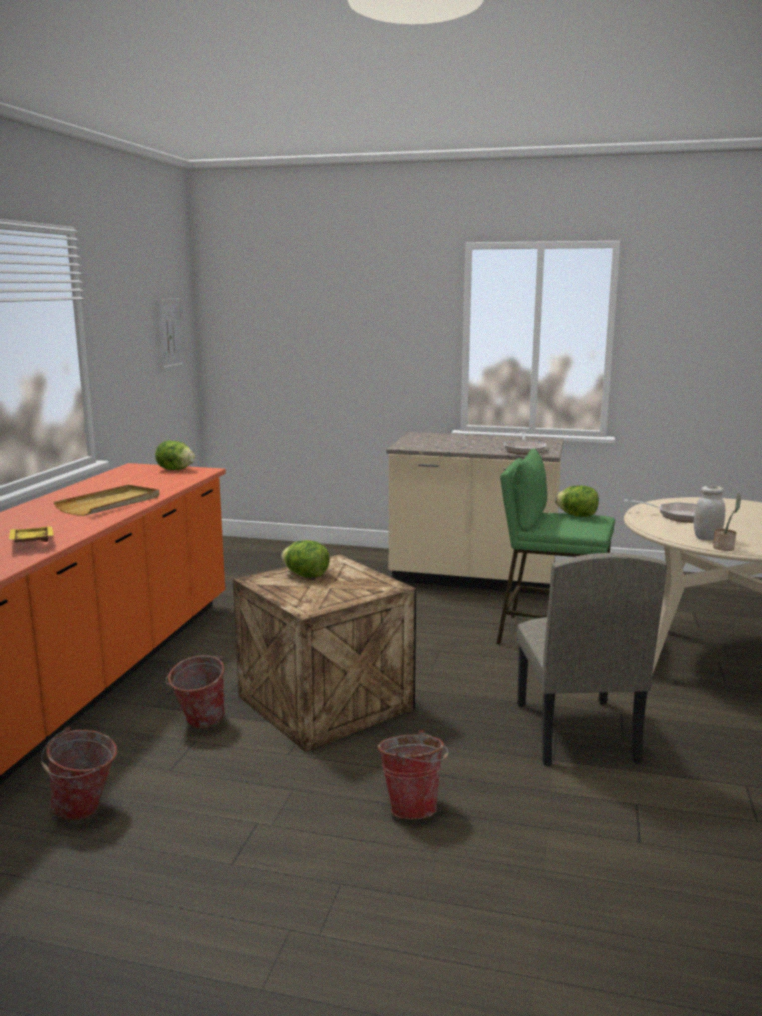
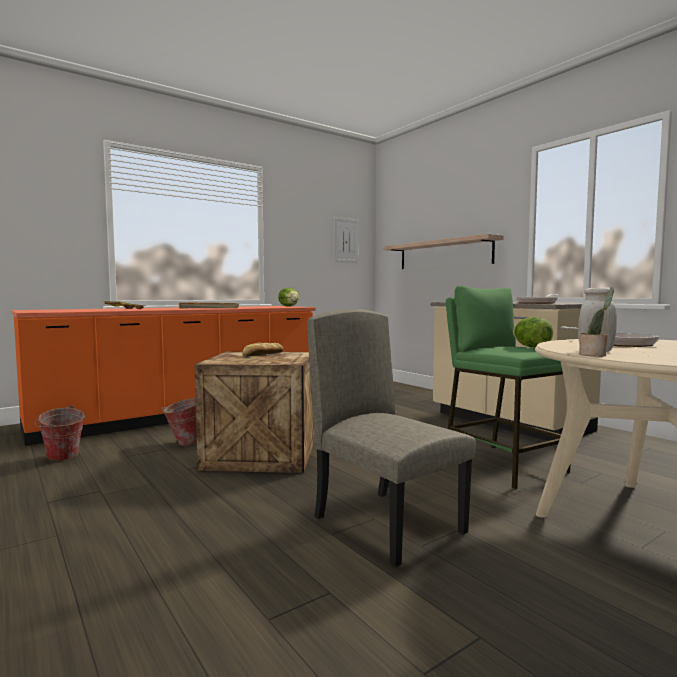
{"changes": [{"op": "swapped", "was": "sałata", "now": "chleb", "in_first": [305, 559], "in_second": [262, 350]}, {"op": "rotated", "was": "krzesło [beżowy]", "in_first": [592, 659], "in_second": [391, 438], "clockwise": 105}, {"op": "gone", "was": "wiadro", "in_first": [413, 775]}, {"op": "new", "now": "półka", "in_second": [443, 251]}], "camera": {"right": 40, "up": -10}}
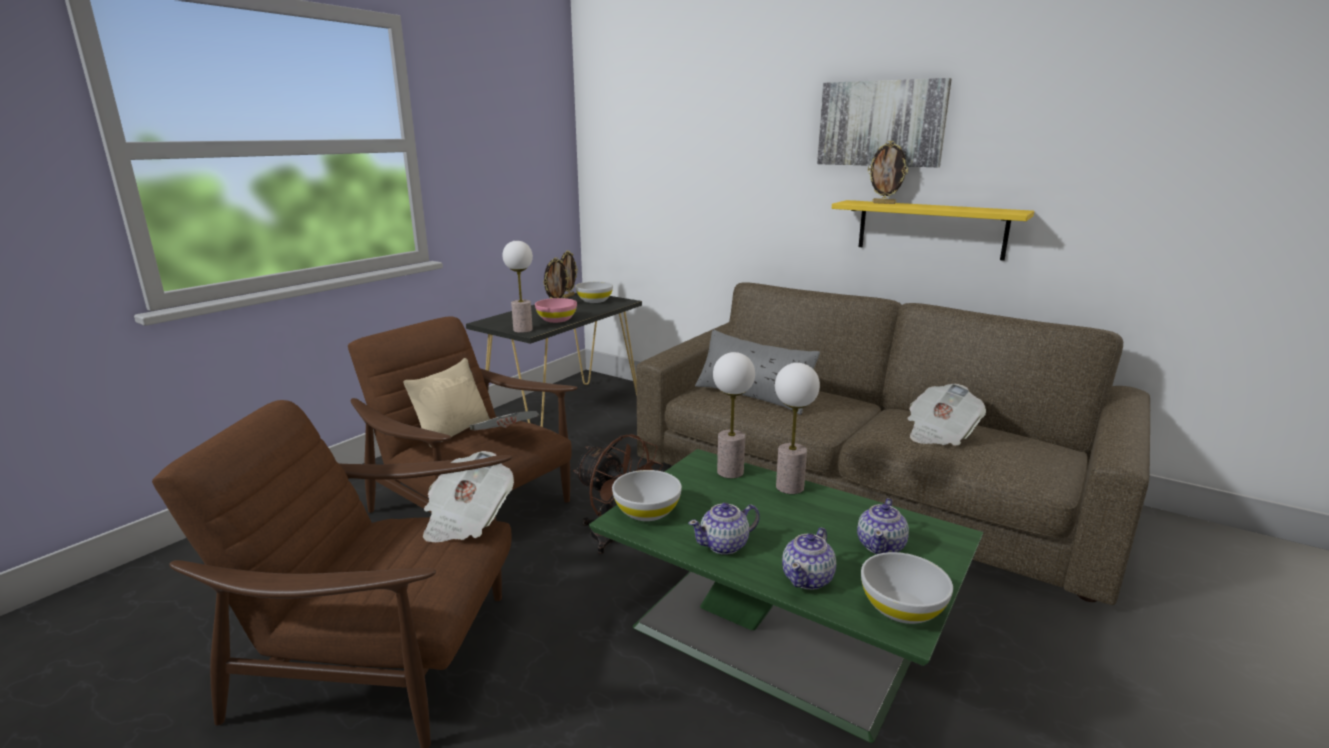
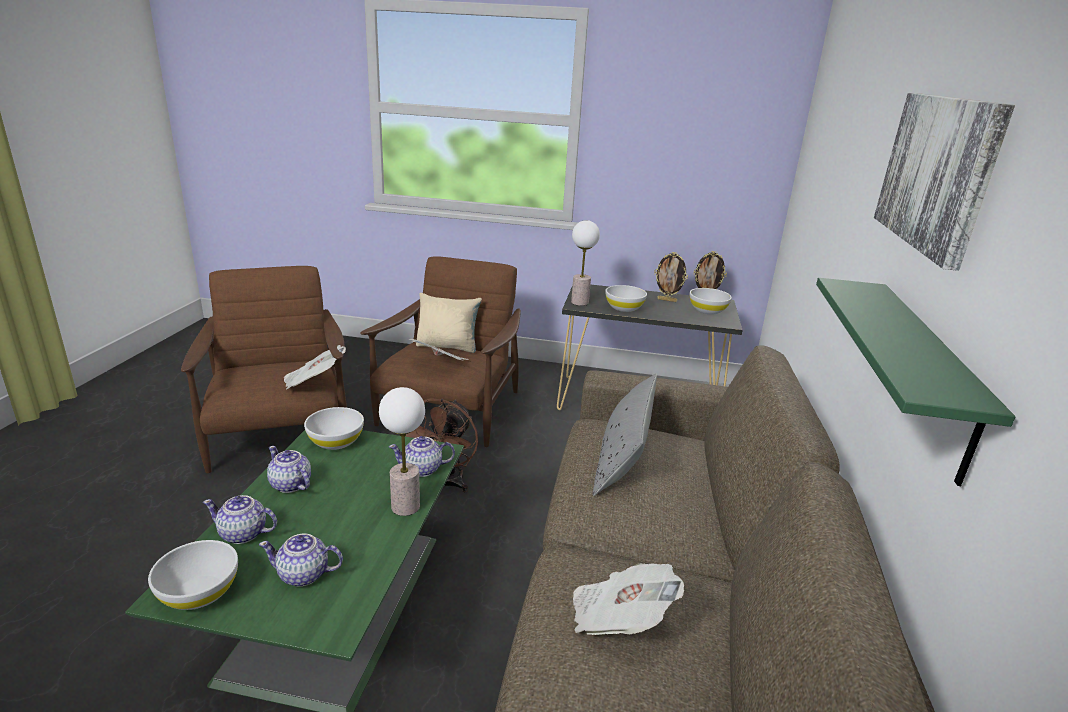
{"changes": [{"op": "gone", "was": "ramka na zdjęcie", "in_first": [888, 172]}, {"op": "repainted", "was": "półka [żółty]", "now": "półka [zielony]", "in_first": [933, 230], "in_second": [915, 382]}, {"op": "repainted", "was": "miska [różowy]", "now": "miska [biały]", "in_first": [556, 310], "in_second": [626, 298]}, {"op": "swapped", "was": "lampa stołowa", "now": "imbryk", "in_first": [734, 415], "in_second": [422, 456]}], "camera": {"right": 65, "up": 5}}
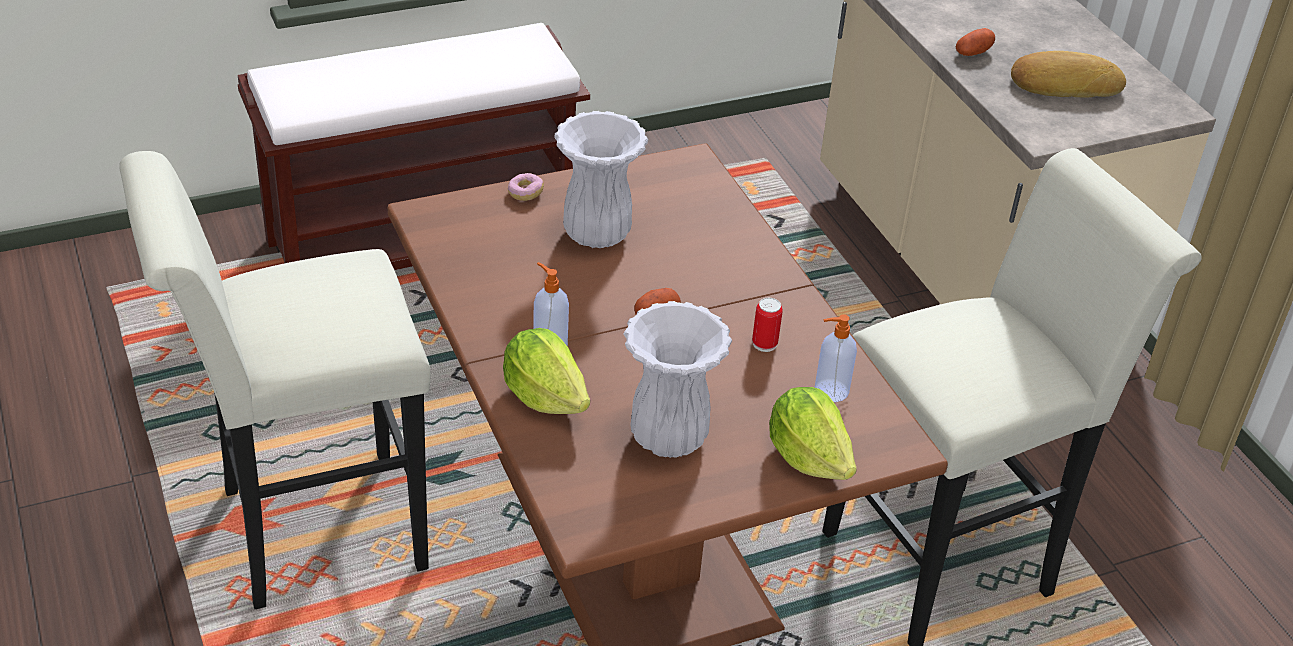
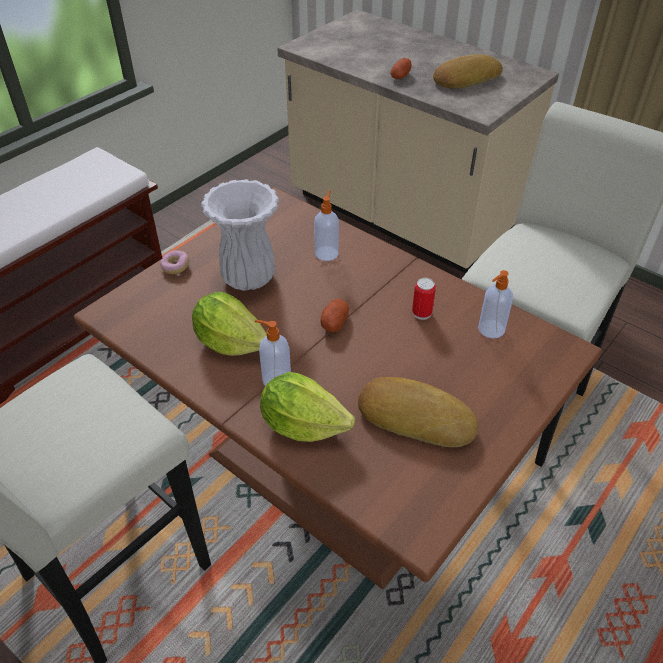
{"changes": [{"op": "swapped", "was": "wazon [biały]", "now": "chleb", "in_first": [677, 379], "in_second": [418, 412]}, {"op": "shifted", "was": "sałata", "in_first": [813, 433], "in_second": [229, 324]}, {"op": "new", "now": "dozownik mydła", "in_second": [326, 225]}], "camera": {"right": -25, "up": 5}}
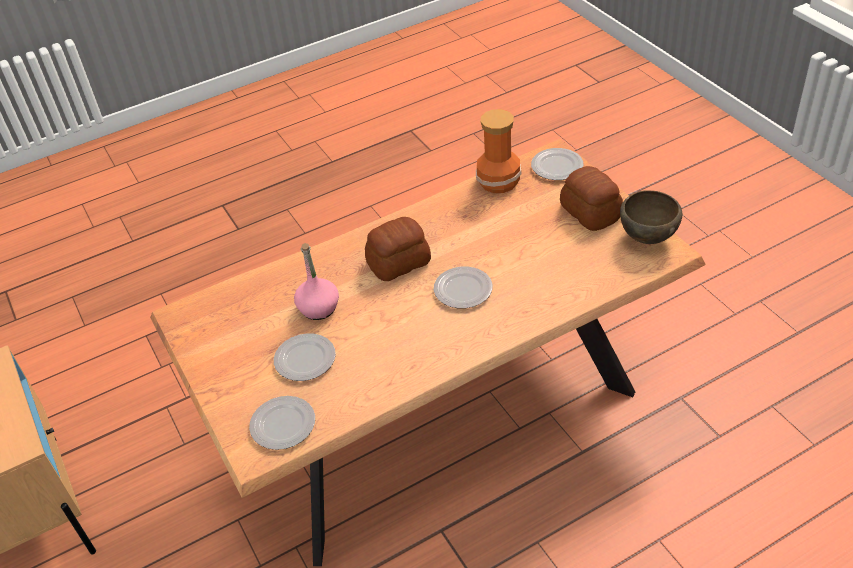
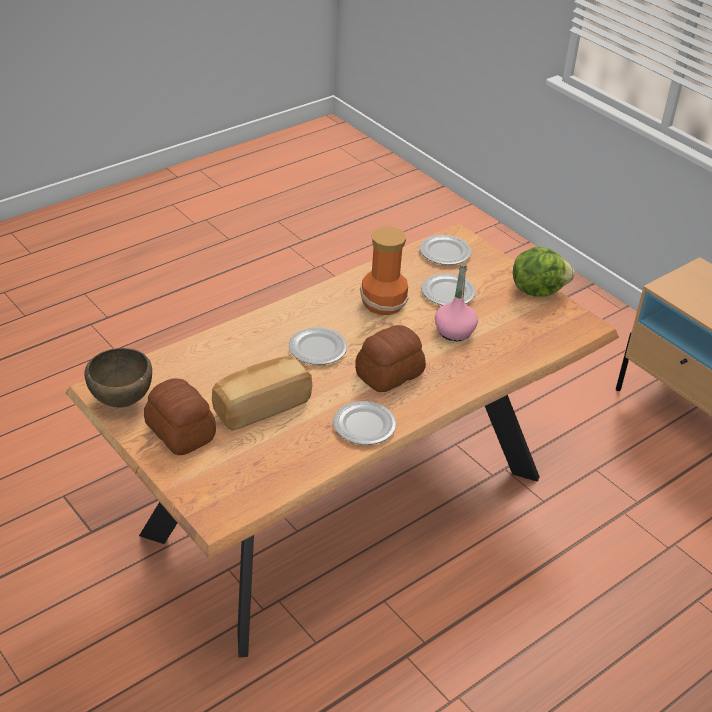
{"changes": [{"op": "shifted", "was": "wazon", "in_first": [499, 151], "in_second": [384, 271]}, {"op": "shifted", "was": "talerz", "in_first": [557, 164], "in_second": [364, 423]}, {"op": "new", "now": "sałata", "in_second": [543, 271]}, {"op": "new", "now": "chleb", "in_second": [262, 393]}], "camera": {"right": 165, "up": -5}}
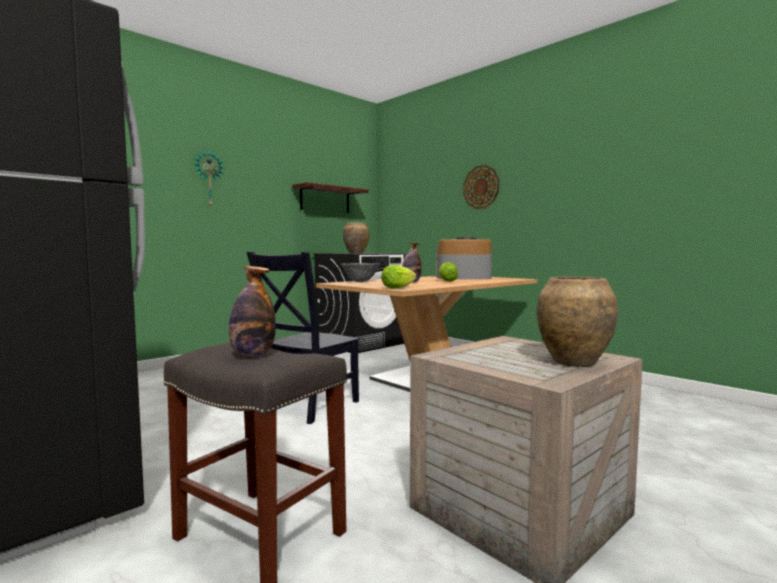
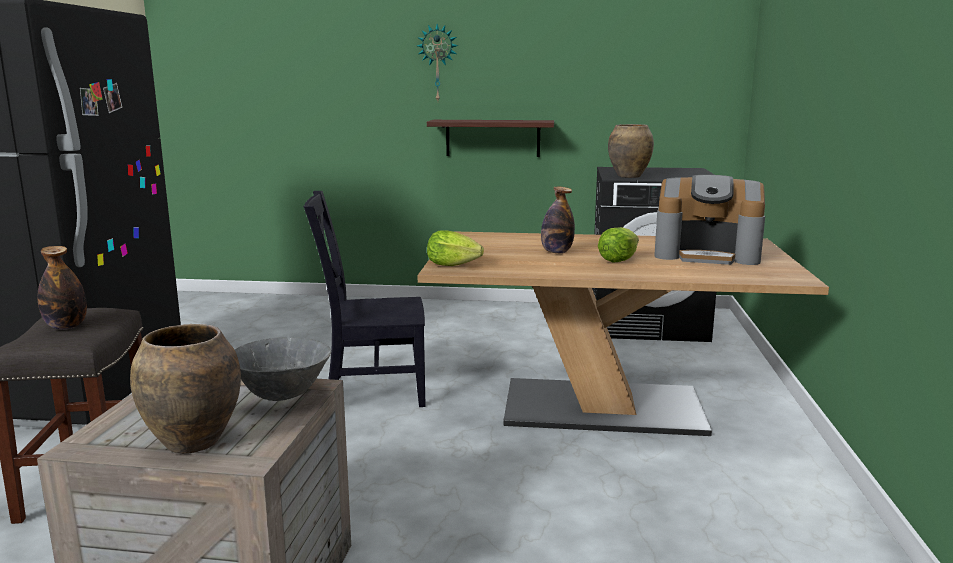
{"changes": [{"op": "gone", "was": "zegar ścienny", "in_first": [481, 187]}, {"op": "shifted", "was": "półka", "in_first": [330, 197], "in_second": [490, 138]}, {"op": "rotated", "was": "ekspres do kawy", "in_first": [464, 259], "in_second": [709, 220], "clockwise": 150}, {"op": "shifted", "was": "miska [szary]", "in_first": [360, 272], "in_second": [282, 369]}], "camera": {"right": 50, "up": 10}}
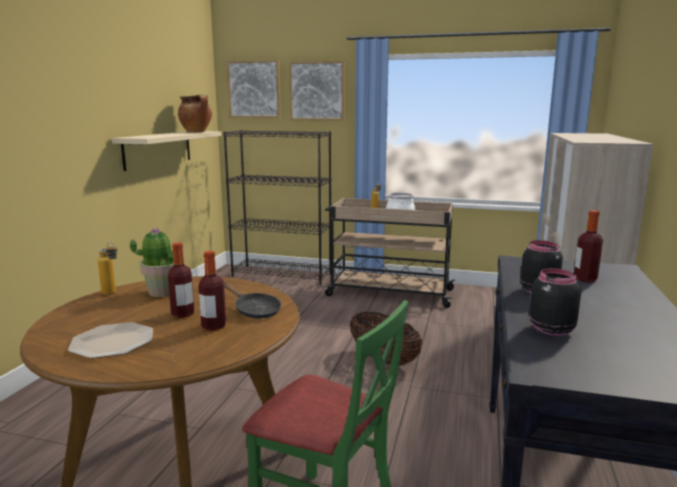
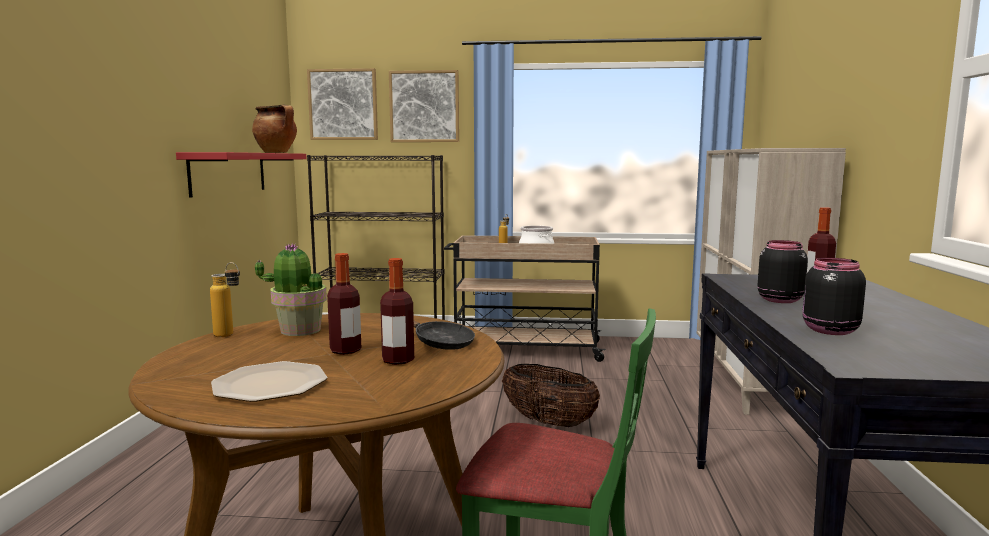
{"changes": [{"op": "repainted", "was": "półka [beżowy]", "now": "półka [czerwony]", "in_first": [167, 151], "in_second": [241, 175]}], "camera": {"right": -10, "up": -5}}
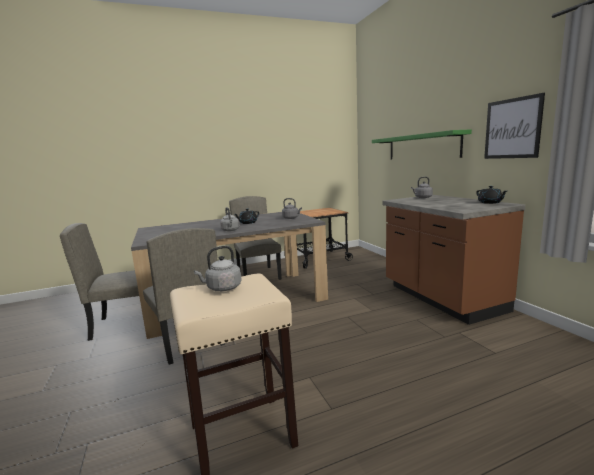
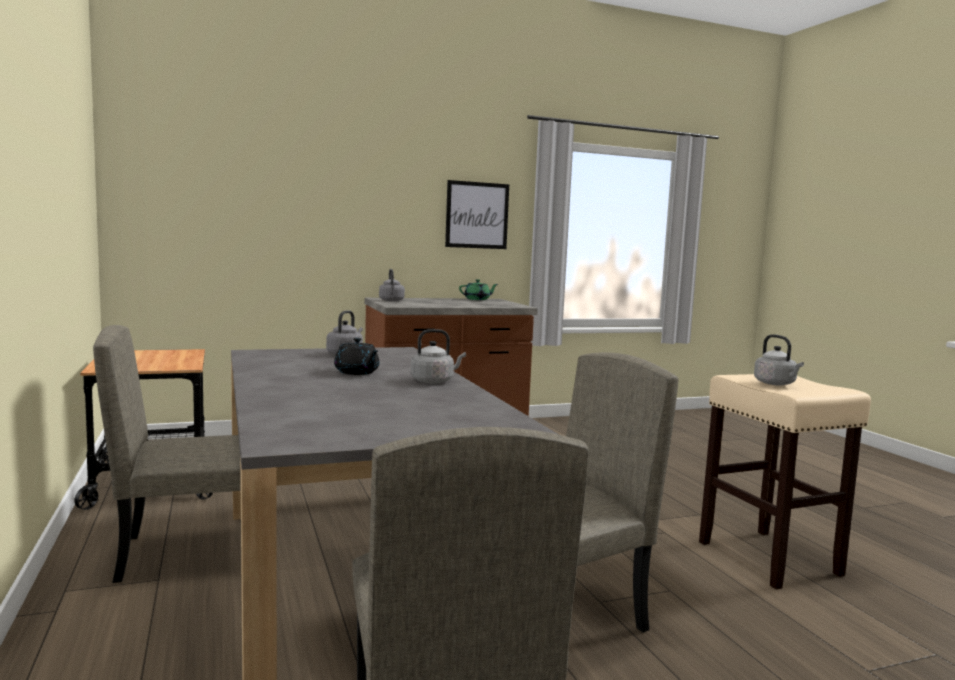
{"changes": [{"op": "gone", "was": "półka [zielony]", "in_first": [422, 144]}, {"op": "repainted", "was": "imbryk [czarny]", "now": "imbryk [zielony]", "in_first": [491, 195], "in_second": [478, 289]}], "camera": {"right": -90, "up": -5}}
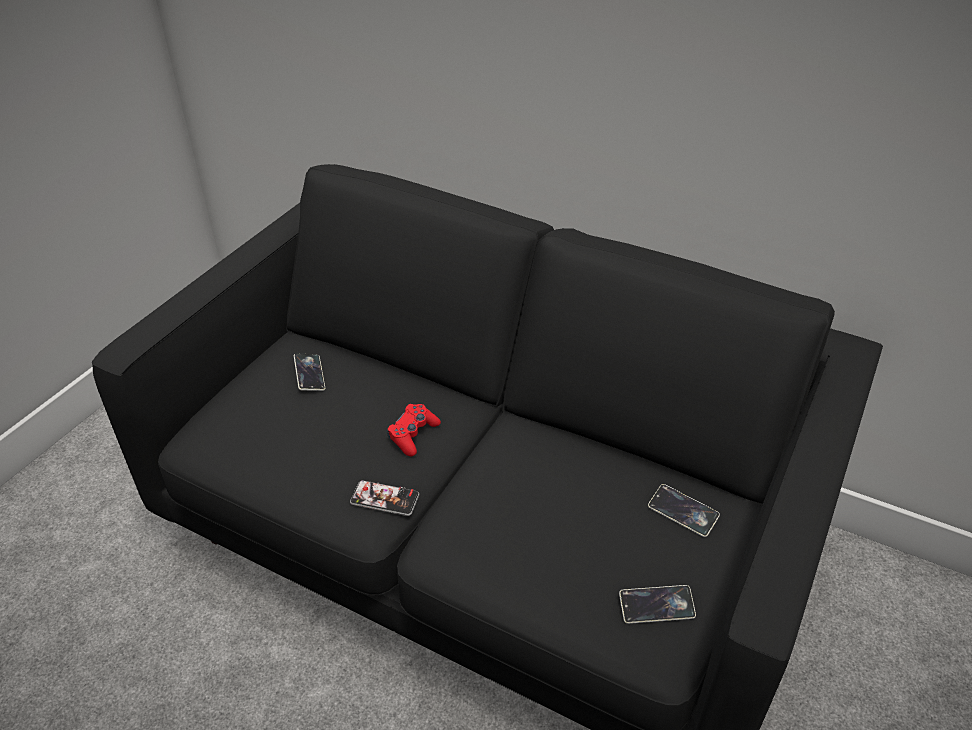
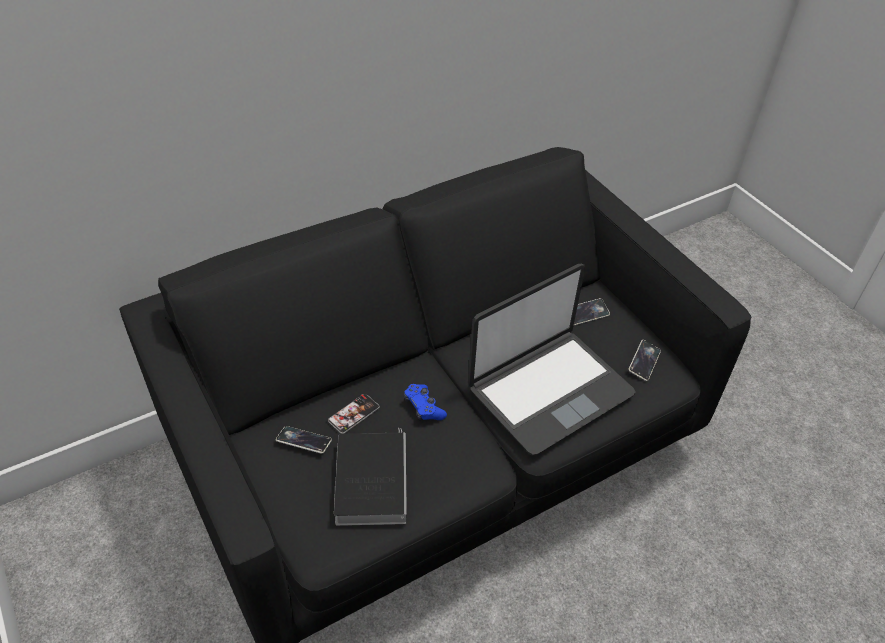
{"changes": [{"op": "repainted", "was": "pad do gier [czerwony]", "now": "pad do gier [niebieski]", "in_first": [414, 430], "in_second": [425, 402]}, {"op": "shifted", "was": "telefon", "in_first": [384, 498], "in_second": [354, 414]}, {"op": "new", "now": "laptop", "in_second": [552, 360]}, {"op": "new", "now": "książka", "in_second": [370, 477]}], "camera": {"right": -60, "up": 5}}
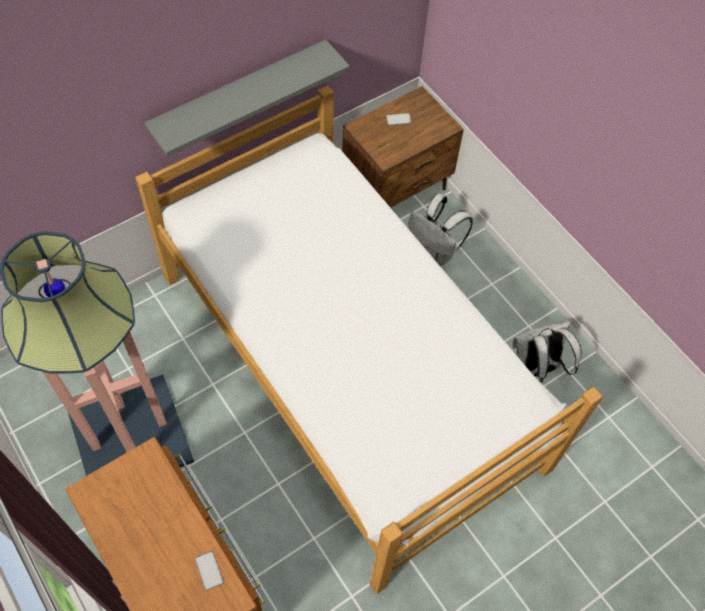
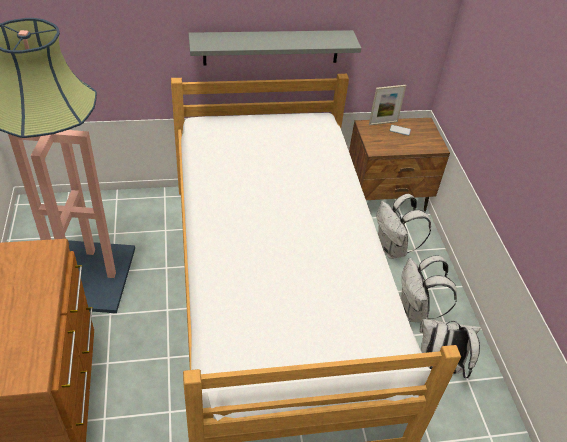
{"changes": [{"op": "gone", "was": "telefon", "in_first": [209, 570]}, {"op": "new", "now": "ramka na zdjęcie", "in_second": [387, 105]}, {"op": "new", "now": "plecak [biały]", "in_second": [429, 288]}], "camera": {"right": 25, "up": -15}}
